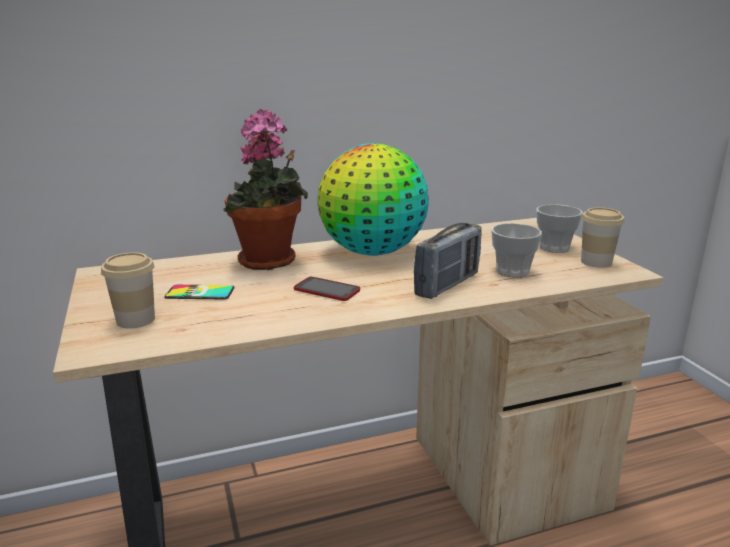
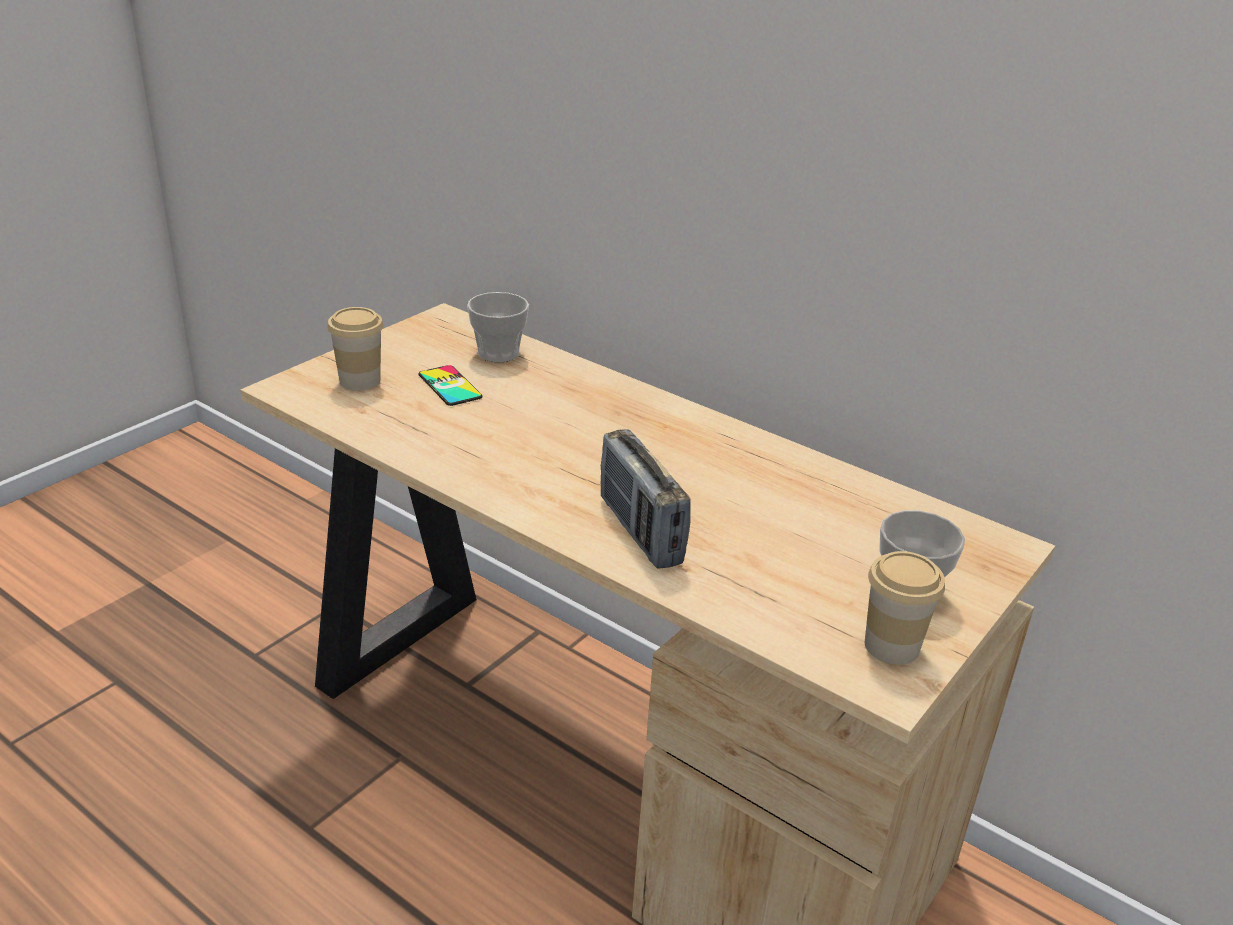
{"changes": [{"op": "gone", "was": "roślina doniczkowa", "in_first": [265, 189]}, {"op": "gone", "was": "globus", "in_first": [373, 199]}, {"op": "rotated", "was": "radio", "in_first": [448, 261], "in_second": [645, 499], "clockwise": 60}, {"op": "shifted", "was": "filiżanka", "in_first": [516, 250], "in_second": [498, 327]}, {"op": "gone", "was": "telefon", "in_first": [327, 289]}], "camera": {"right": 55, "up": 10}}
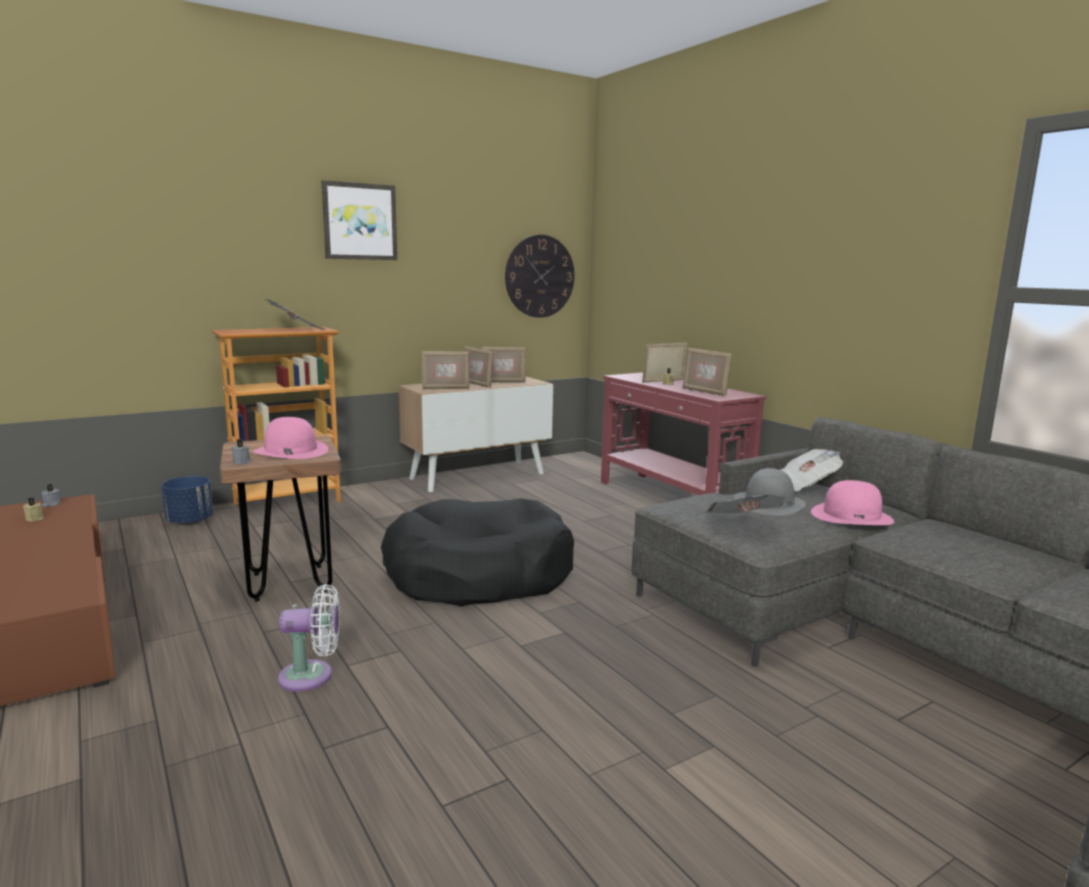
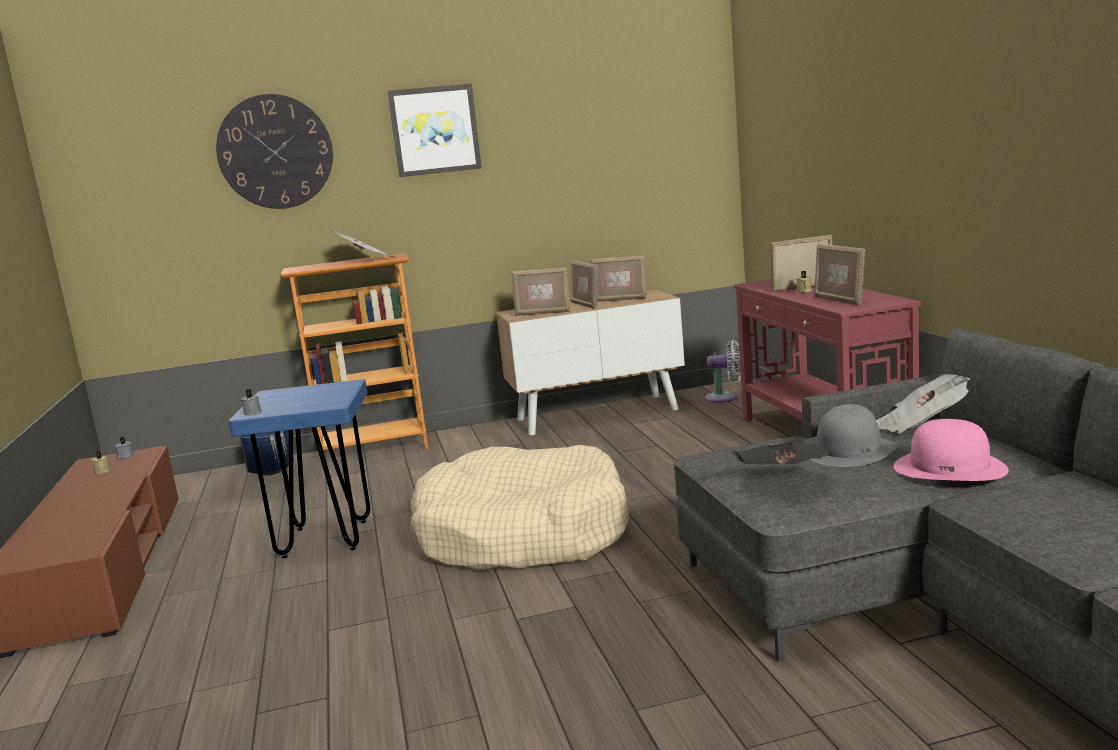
{"changes": [{"op": "shifted", "was": "zegar ścienny", "in_first": [540, 276], "in_second": [274, 151]}, {"op": "gone", "was": "kapelusz [różowy]", "in_first": [290, 438]}, {"op": "repainted", "was": "stołek [brązowy]", "now": "stołek [niebieski]", "in_first": [280, 519], "in_second": [299, 468]}, {"op": "repainted", "was": "legowisko [czarny]", "now": "legowisko [beżowy]", "in_first": [477, 552], "in_second": [520, 508]}, {"op": "shifted", "was": "wentylator [biały]", "in_first": [309, 638], "in_second": [723, 371]}], "camera": {"right": 20, "up": 0}}
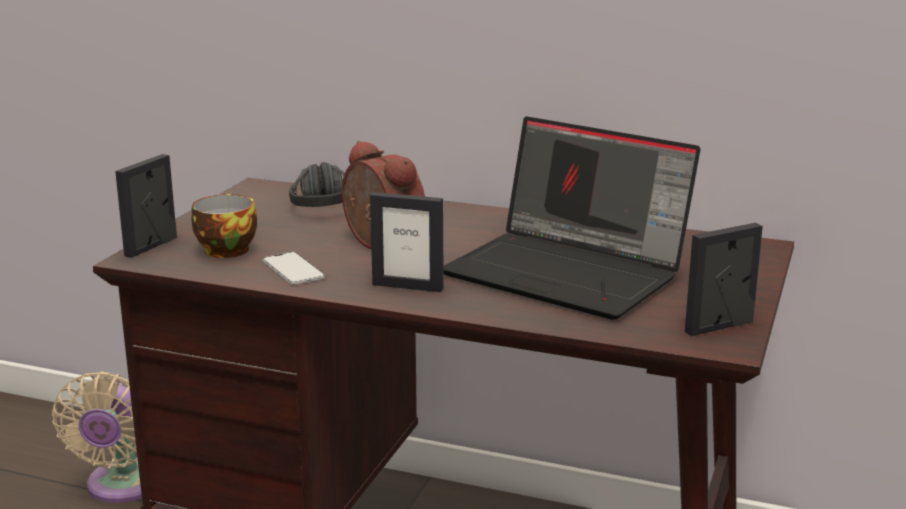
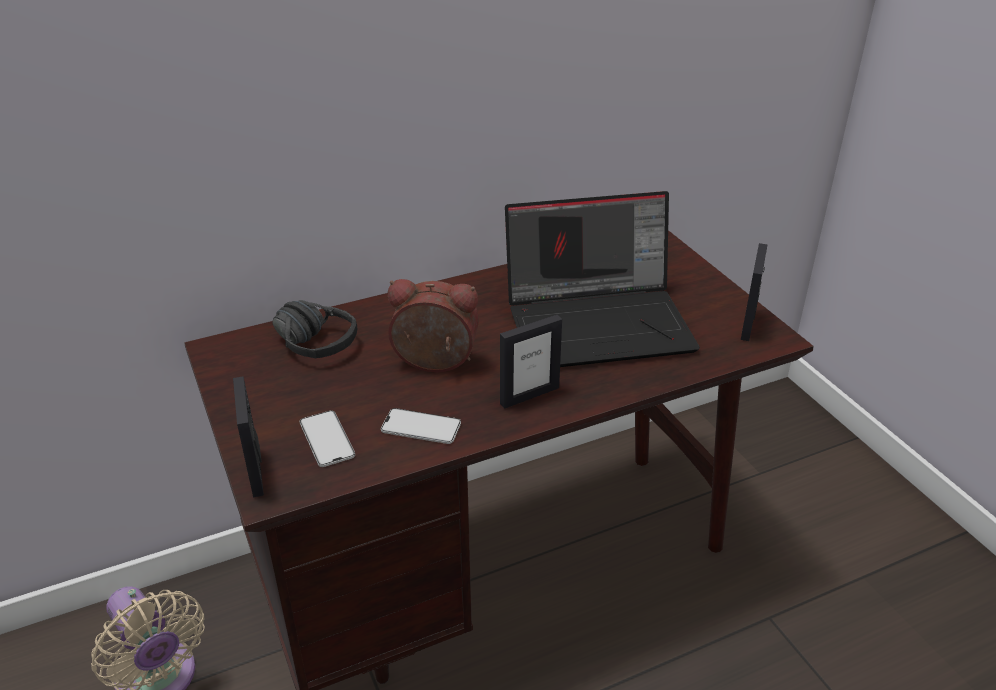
{"changes": [{"op": "swapped", "was": "filiżanka", "now": "telefon", "in_first": [224, 226], "in_second": [327, 439]}], "camera": {"right": -45, "up": 15}}
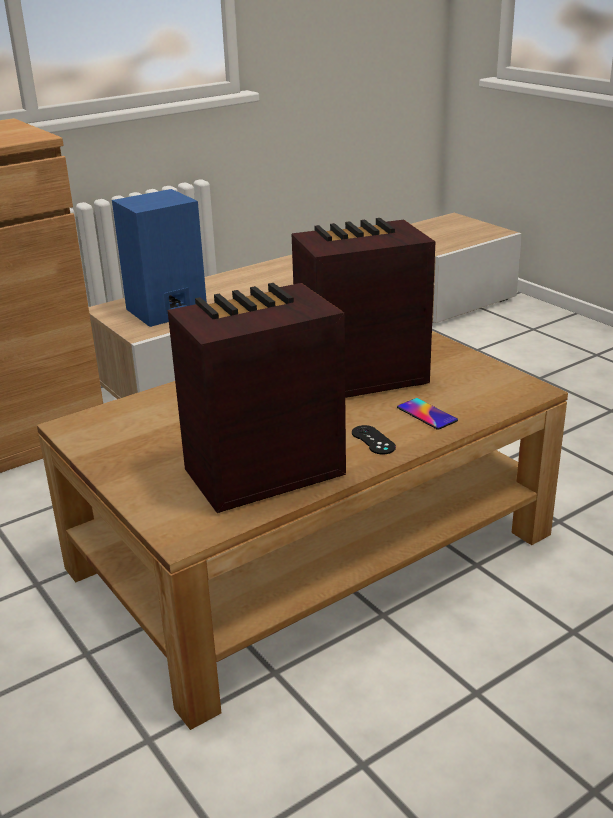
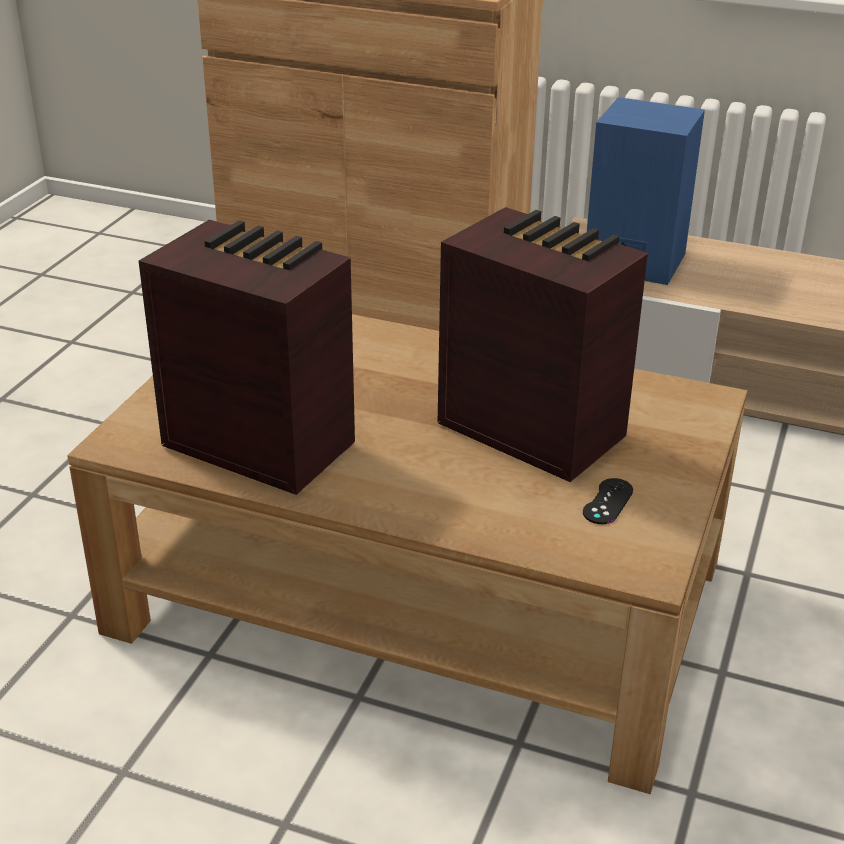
{"changes": [{"op": "gone", "was": "telefon", "in_first": [427, 414]}, {"op": "shifted", "was": "pad do gier [czarny]", "in_first": [374, 440], "in_second": [608, 501]}], "camera": {"right": 55, "up": 5}}
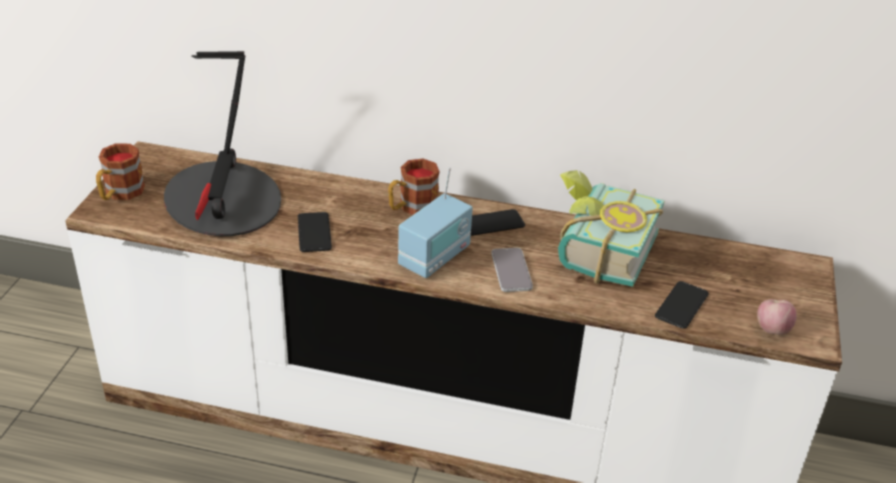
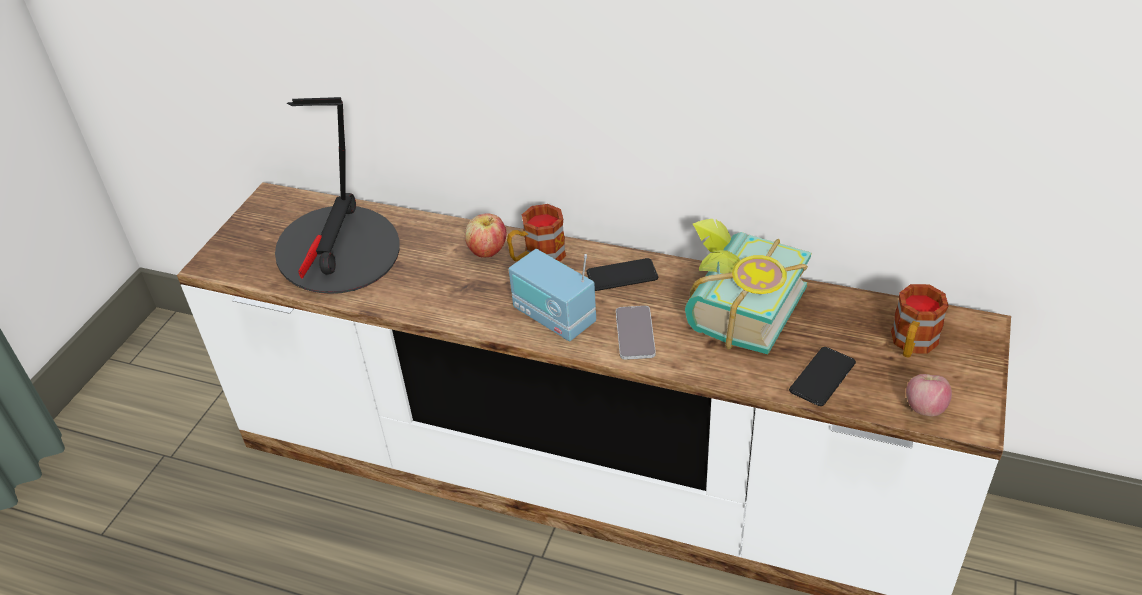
{"changes": [{"op": "shifted", "was": "kubek", "in_first": [120, 171], "in_second": [920, 321]}, {"op": "rotated", "was": "radio", "in_first": [435, 222], "in_second": [552, 295], "clockwise": 90}, {"op": "gone", "was": "telefon", "in_first": [315, 232]}, {"op": "new", "now": "jabłko", "in_second": [486, 235]}], "camera": {"right": 10, "up": 5}}
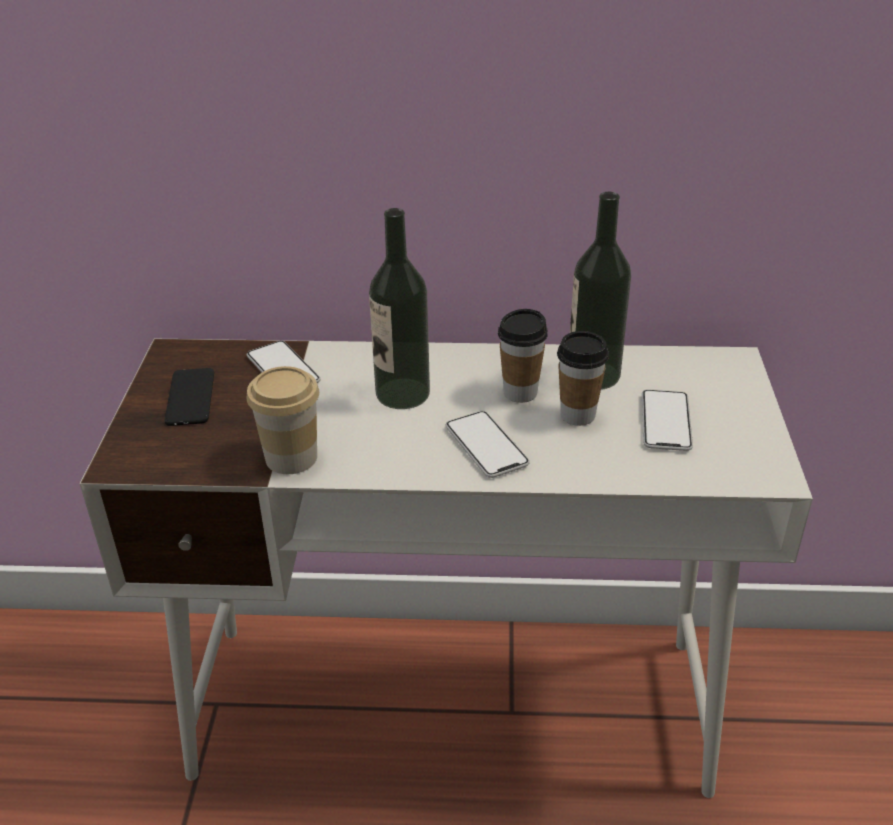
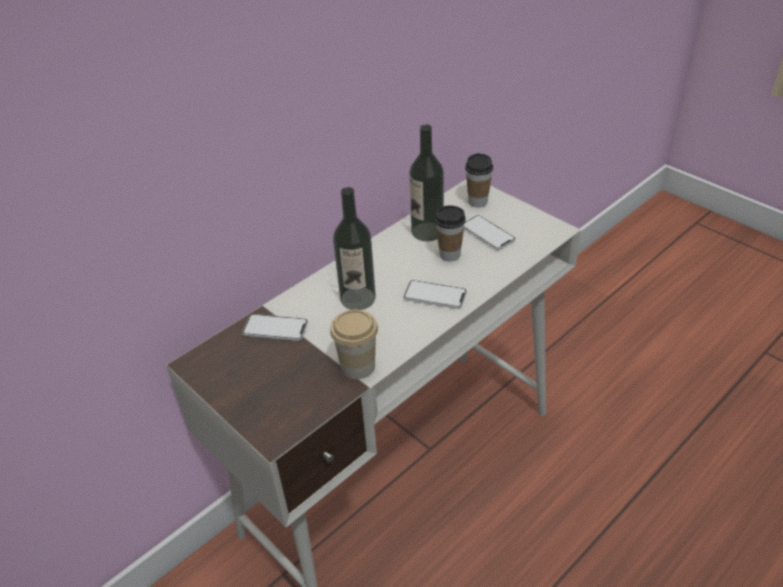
{"changes": [{"op": "shifted", "was": "filiżanka", "in_first": [523, 356], "in_second": [479, 180]}, {"op": "gone", "was": "telefon", "in_first": [189, 397]}], "camera": {"right": -45, "up": 5}}
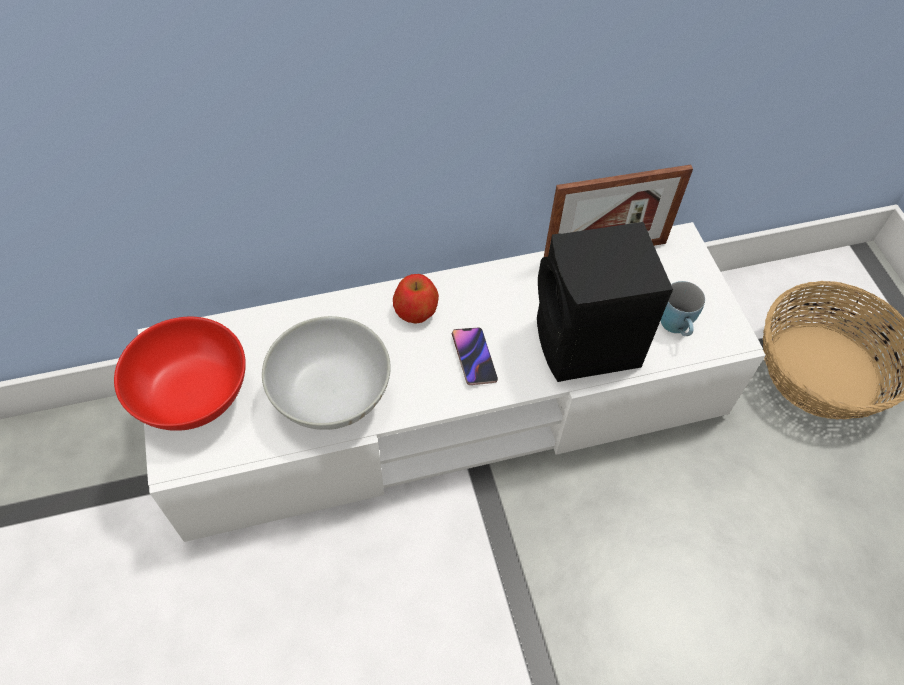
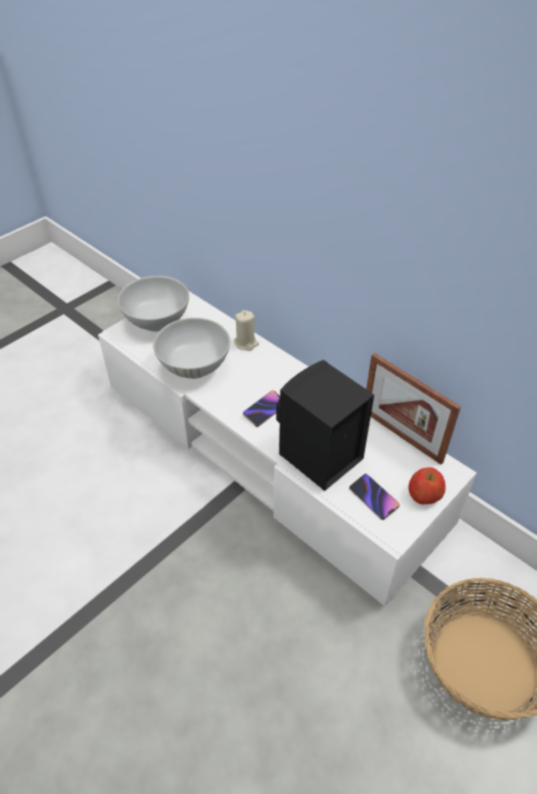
{"changes": [{"op": "shifted", "was": "jabłko", "in_first": [416, 299], "in_second": [427, 485]}, {"op": "swapped", "was": "kubek [niebieski]", "now": "telefon", "in_first": [683, 308], "in_second": [374, 497]}, {"op": "repainted", "was": "miska [czerwony]", "now": "miska [biały]", "in_first": [180, 374], "in_second": [153, 304]}, {"op": "new", "now": "świeca [beżowy]", "in_second": [246, 330]}], "camera": {"right": 60, "up": -10}}
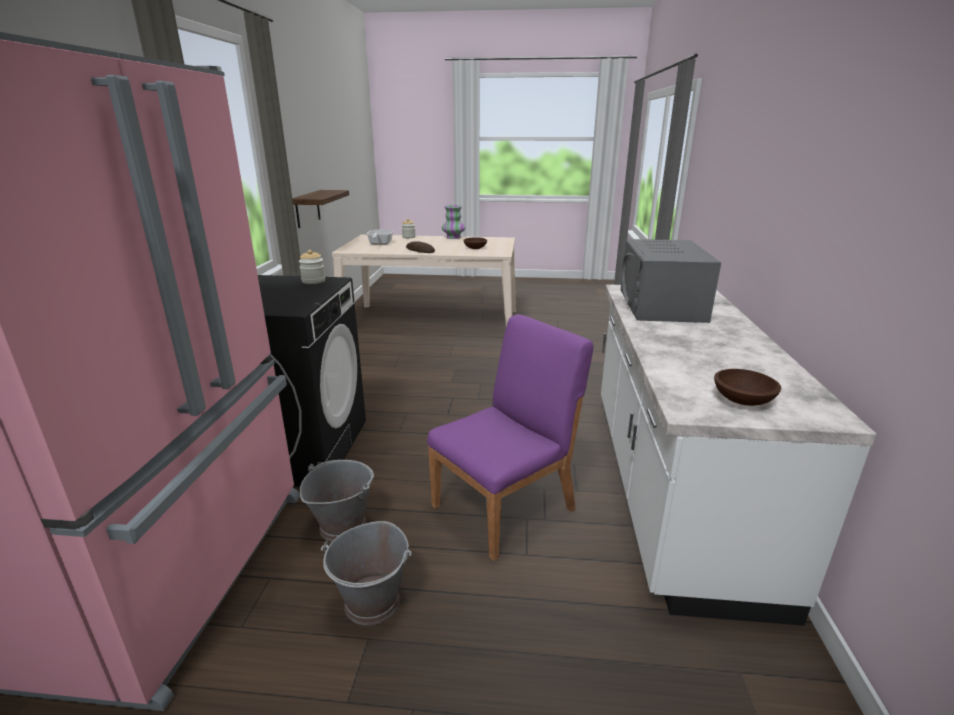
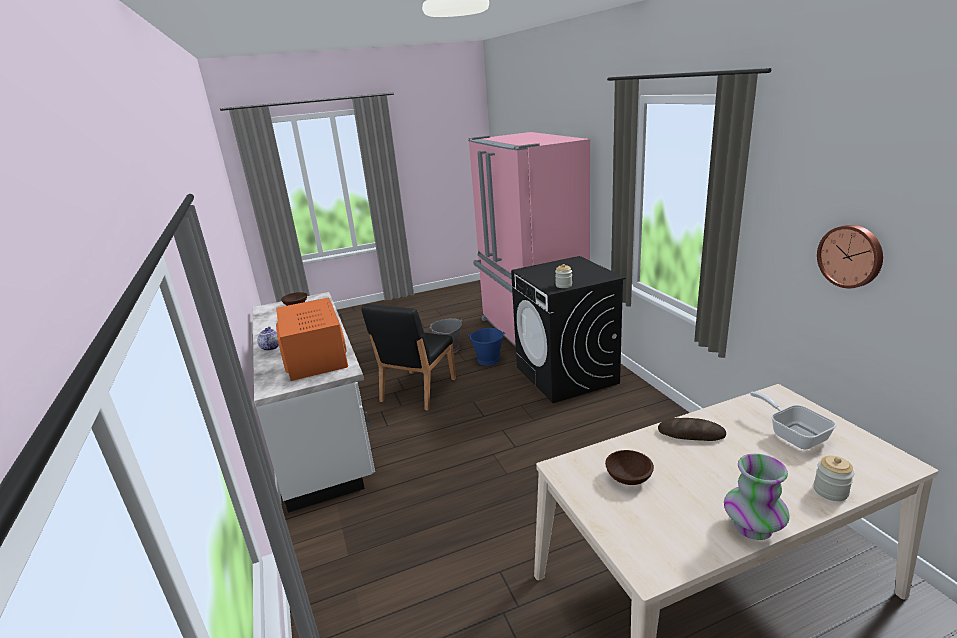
{"changes": [{"op": "gone", "was": "półka", "in_first": [320, 209]}, {"op": "repainted", "was": "mikrofalówka [szary]", "now": "mikrofalówka [pomarańczowy]", "in_first": [671, 281], "in_second": [312, 339]}, {"op": "repainted", "was": "krzesło [fioletowy]", "now": "krzesło [czarny]", "in_first": [510, 437], "in_second": [408, 357]}, {"op": "repainted", "was": "wiadro [szary]", "now": "wiadro [niebieski]", "in_first": [337, 501], "in_second": [486, 347]}, {"op": "new", "now": "zegar ścienny", "in_second": [850, 256]}, {"op": "new", "now": "imbryk", "in_second": [268, 339]}], "camera": {"right": 155, "up": 0}}
